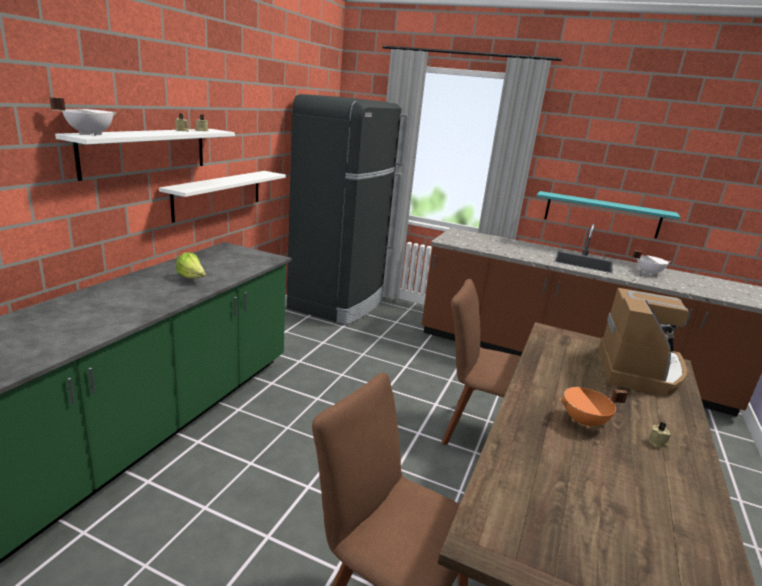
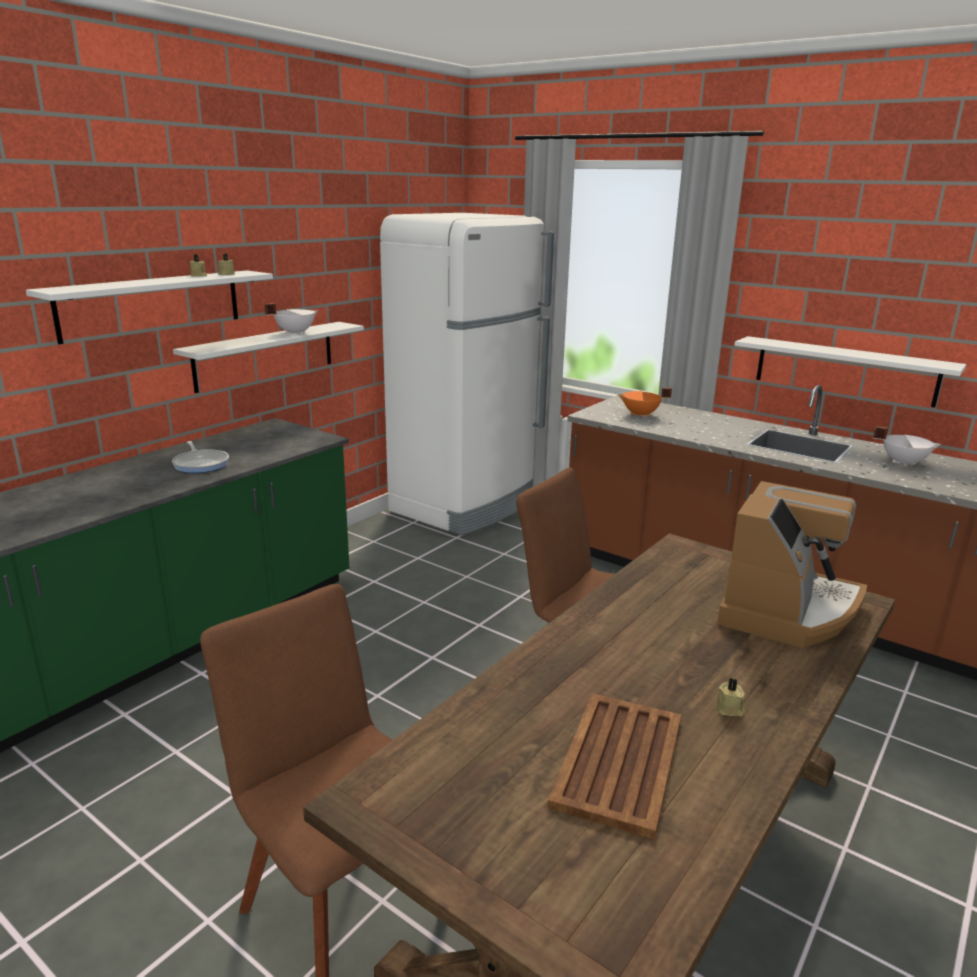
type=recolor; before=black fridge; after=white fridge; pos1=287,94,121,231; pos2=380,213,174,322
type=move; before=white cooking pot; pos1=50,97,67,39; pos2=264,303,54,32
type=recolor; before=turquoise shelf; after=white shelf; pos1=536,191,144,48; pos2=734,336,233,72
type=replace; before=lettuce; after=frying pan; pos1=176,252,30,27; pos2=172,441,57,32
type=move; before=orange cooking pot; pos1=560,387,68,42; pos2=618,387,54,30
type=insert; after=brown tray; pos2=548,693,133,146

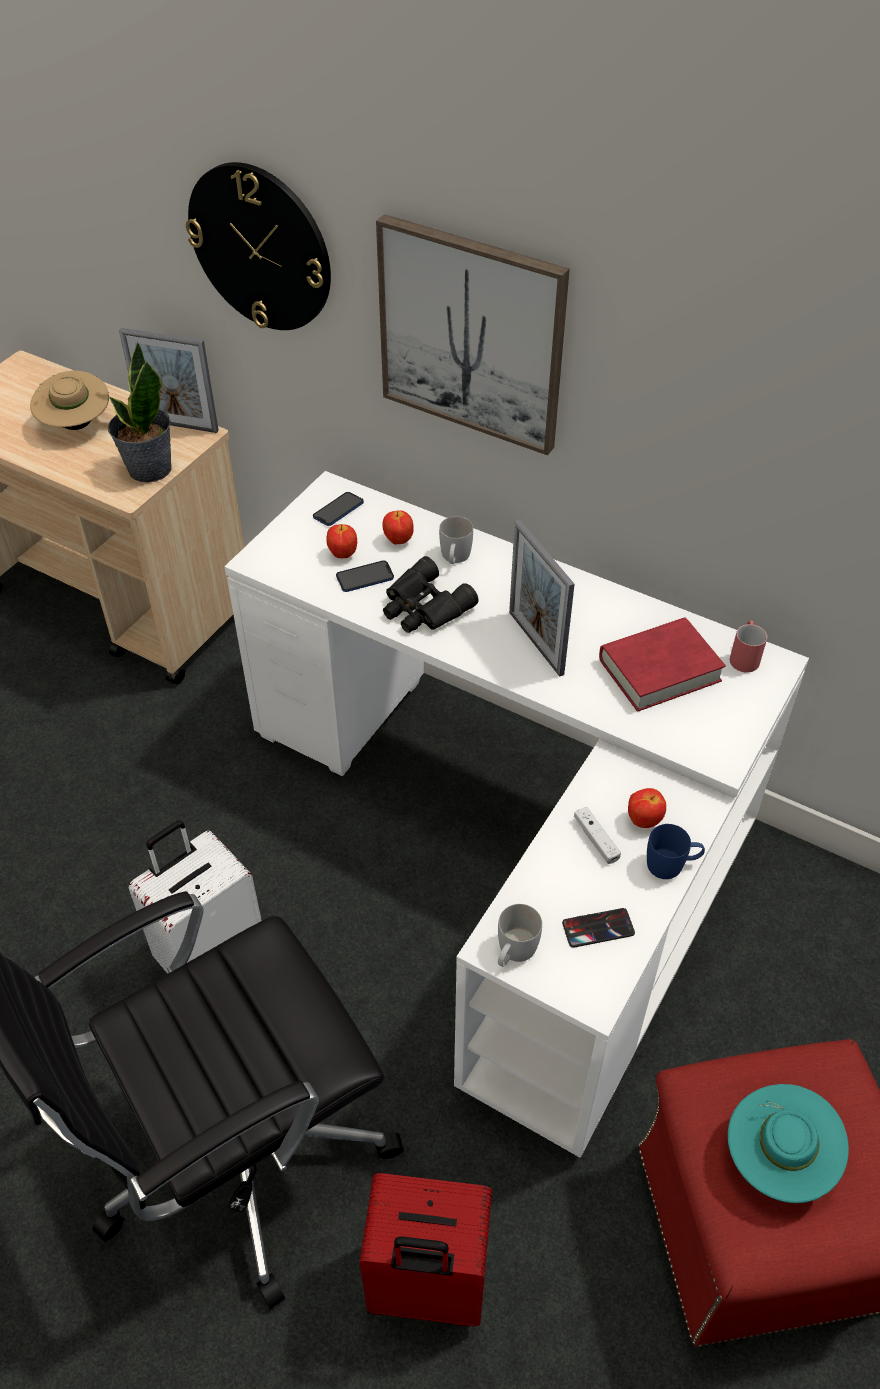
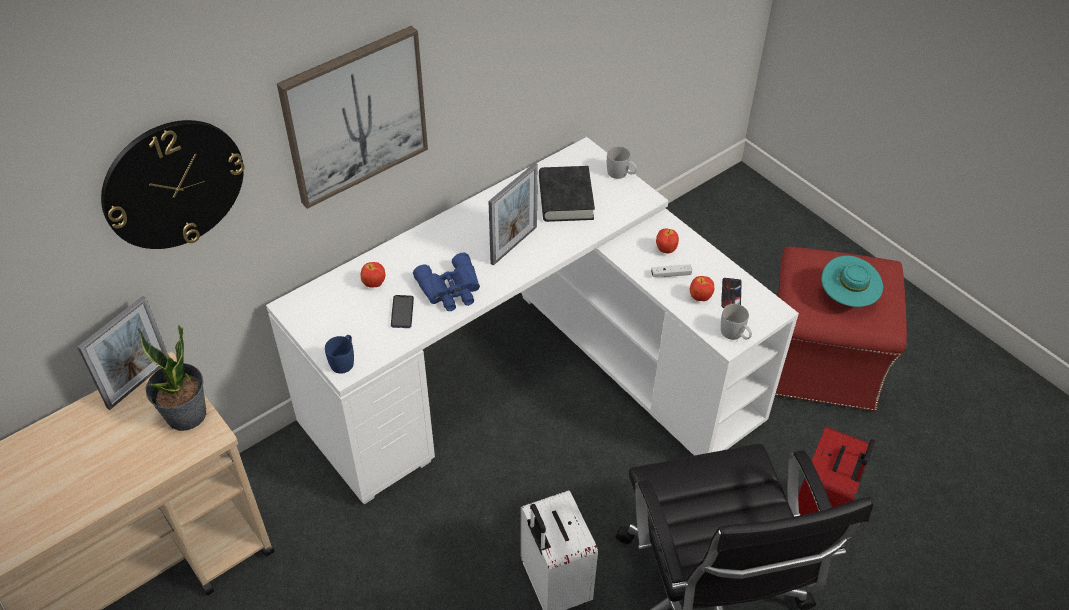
type=delete; before=beige hat; pos1=30,371,79,59
type=delete; before=phone; pos1=313,492,51,34
type=move; before=white mug; pos1=439,516,34,48; pos2=607,146,30,33
type=rotate; before=picture frame; pos1=509,520,66,157; pos2=489,163,49,103; turn=-45
type=move; before=apple; pos1=326,524,31,34; pos2=690,276,24,25
type=recolor; before=black binoculars; after=blue binoculars; pos1=383,556,96,77; pos2=413,253,67,58
type=recolor; before=red book; after=black book; pos1=599,618,127,94; pos2=539,166,56,56
type=delete; before=red mug; pos1=730,621,37,51
type=move; before=blue mug; pos1=647,824,58,55; pos2=325,335,29,39

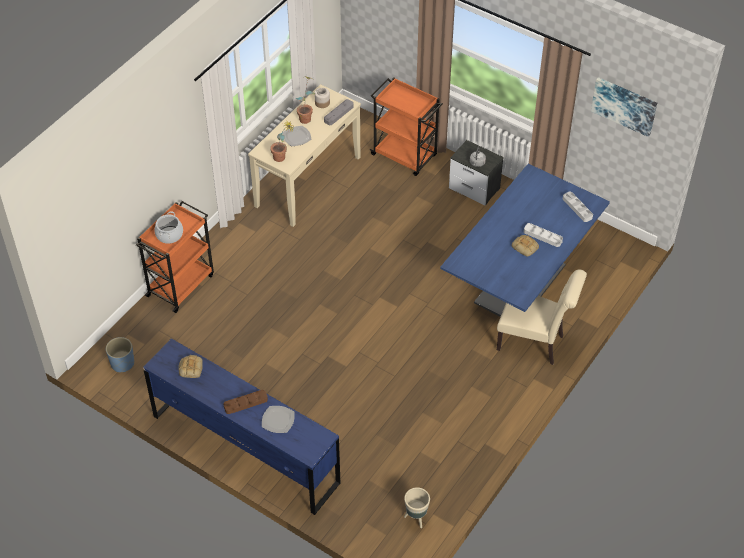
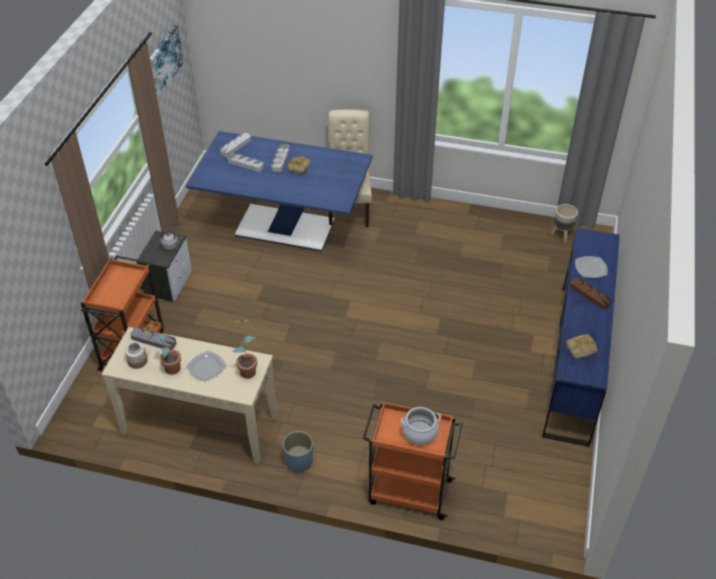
type=move; before=blue planter; pos1=106,337,28,36; pos2=282,431,31,42
type=insert; after=grey tray; pos2=227,153,37,19

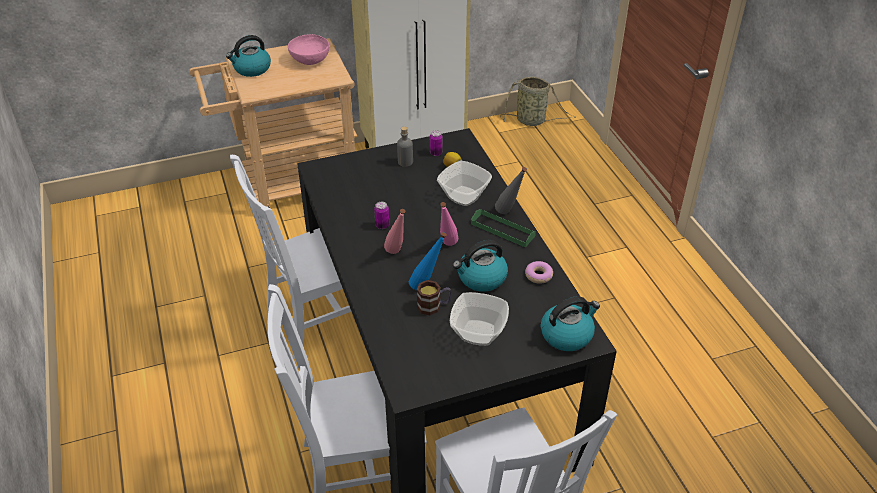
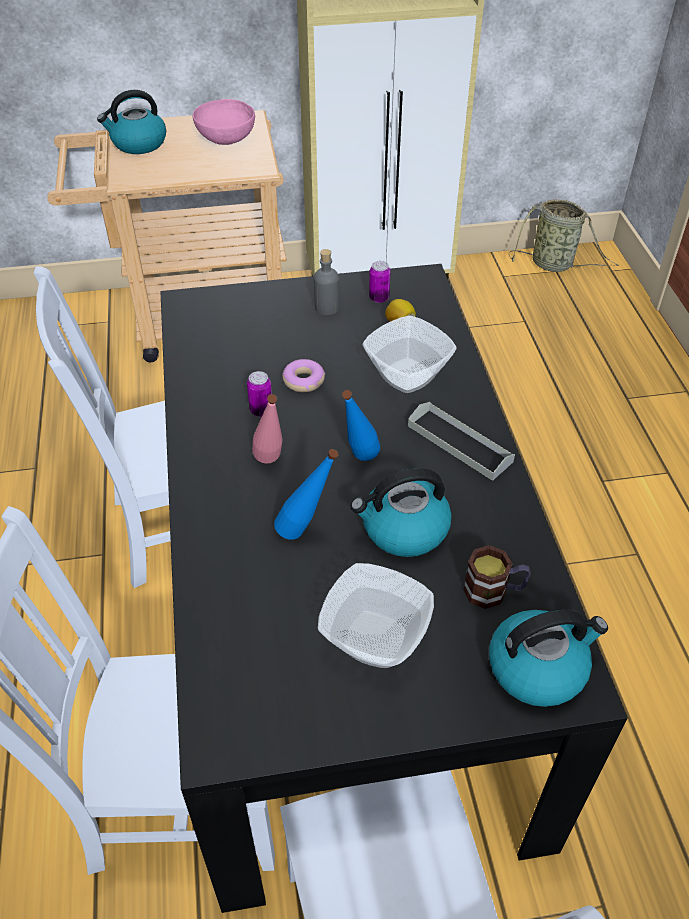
type=delete; before=grey bottle; pos1=495,167,32,47
type=recolor; before=pink bottle; after=blue bottle; pos1=440,202,18,44; pos2=342,390,38,71
type=recolor; before=green tray; after=grey tray; pos1=471,209,65,38; pos2=408,402,107,79
type=move; before=donut; pos1=525,261,28,23; pos2=282,359,43,33
type=move; before=mug; pos1=417,280,34,35; pos2=463,545,68,64

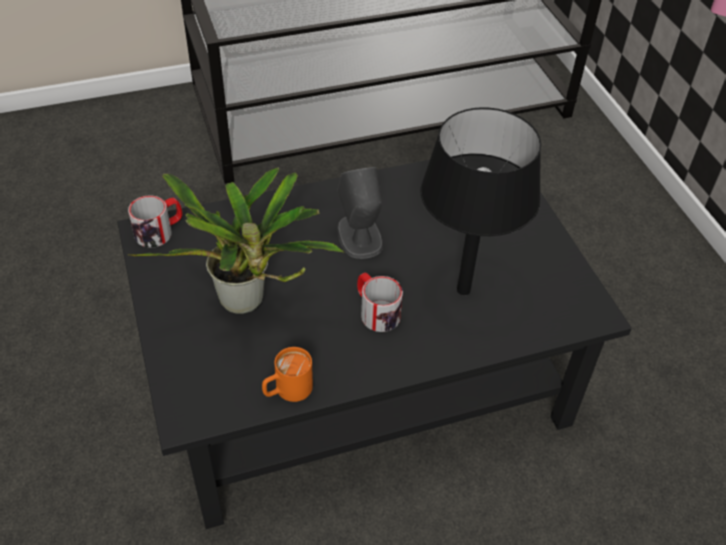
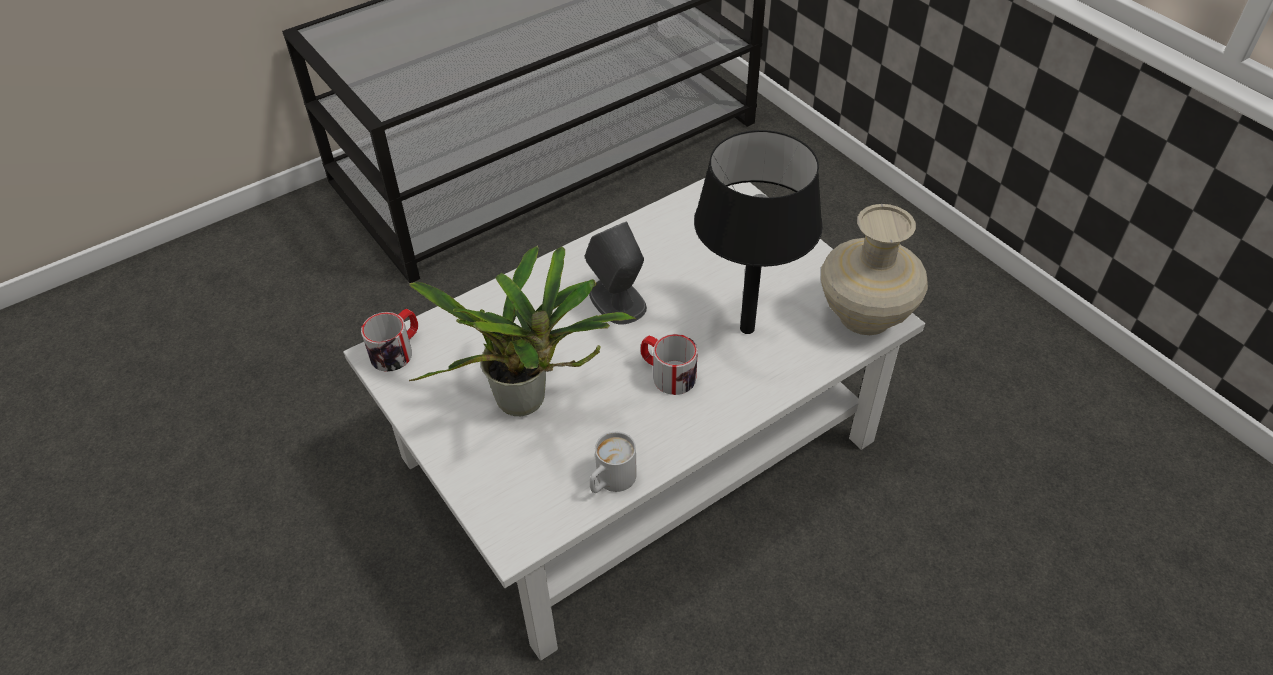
type=recolor; before=black coffee table; after=white coffee table; pos1=117,155,515,374; pos2=343,178,582,483
type=recolor; before=orange mug; after=white mug; pos1=262,347,51,55; pos2=590,432,47,61
type=insert; after=beige vase; pos2=821,204,107,131

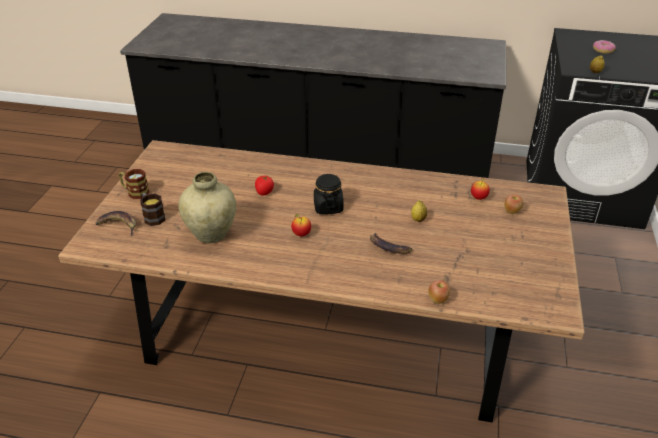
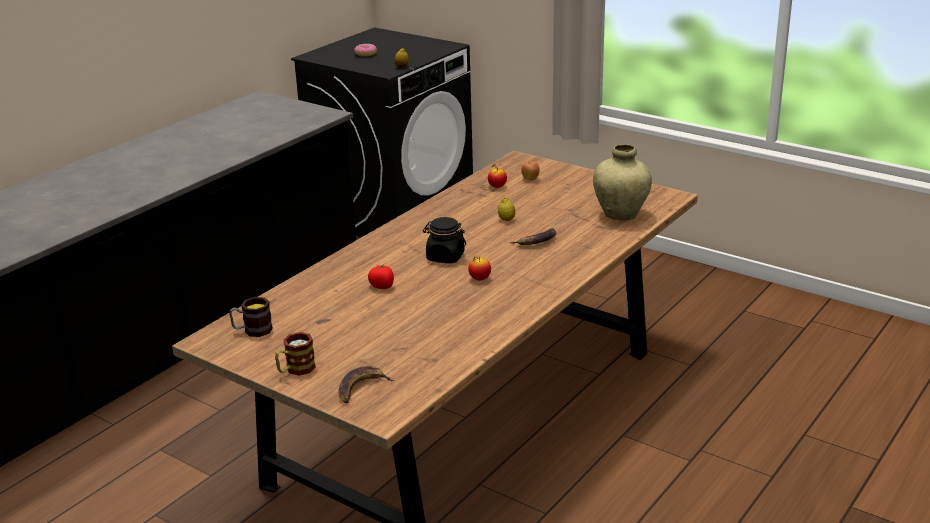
type=move; before=beige vase; pos1=179,172,57,72; pos2=593,144,59,77
type=move; before=mug; pos1=140,193,25,33; pos2=229,297,44,40
type=delete; before=apple; pos1=428,280,22,24

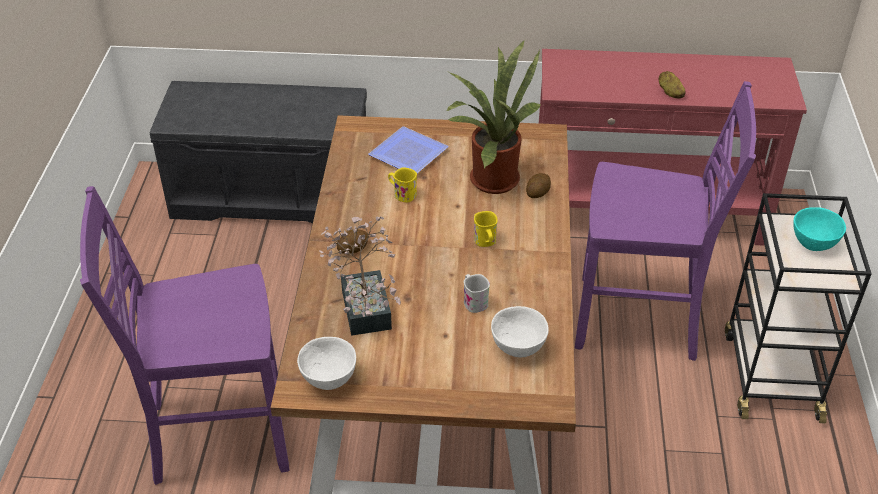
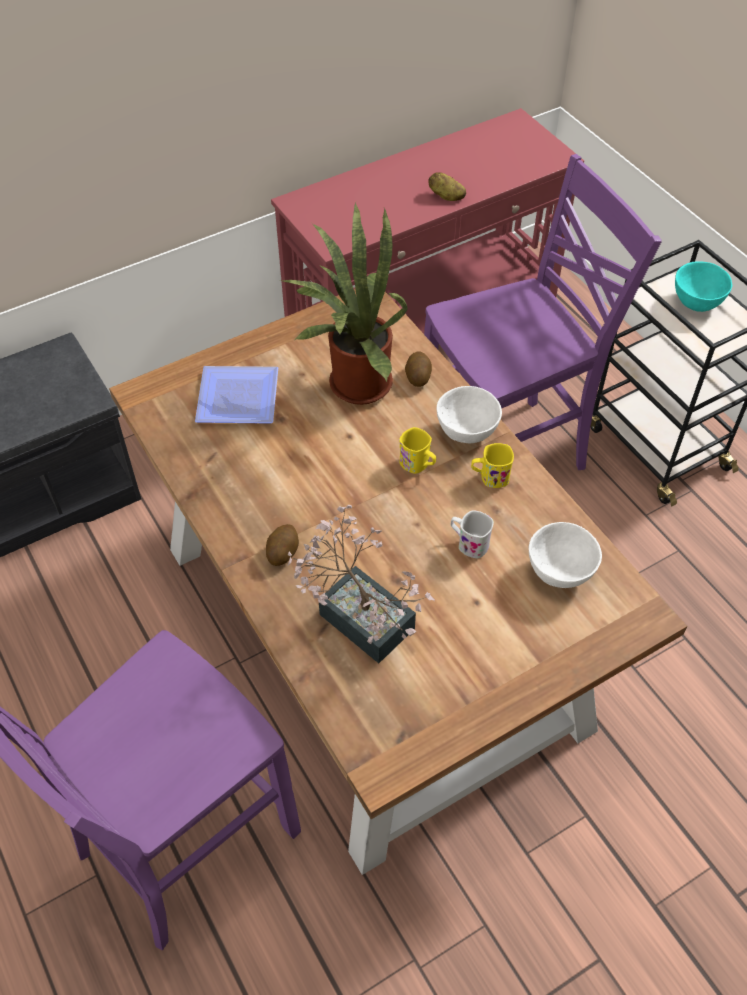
type=move; before=yellow mug; pos1=388,167,29,36; pos2=471,443,43,45
type=move; before=white bowl; pos1=297,337,59,53; pos2=437,386,65,57

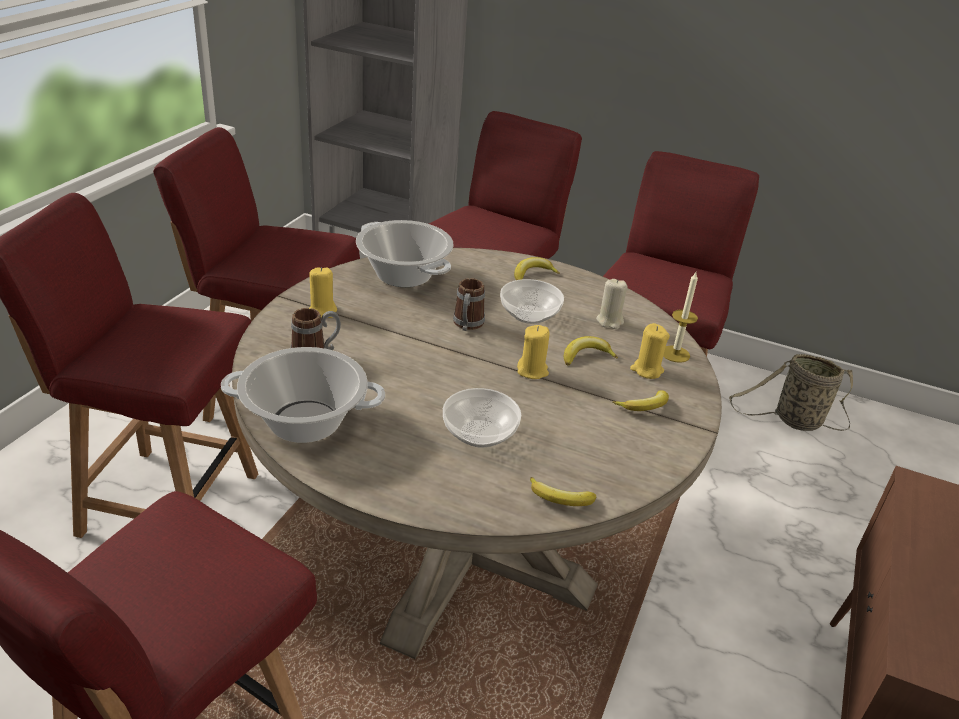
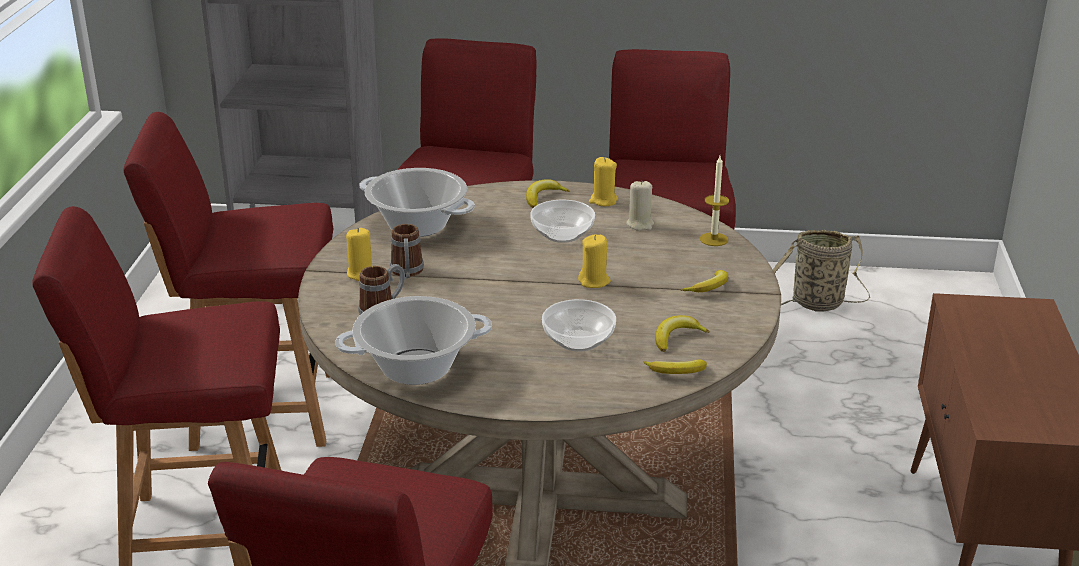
type=move; before=mug; pos1=453,278,32,53; pos2=390,224,34,54
type=move; before=yellow candle; pos1=630,323,40,56; pos2=589,157,29,49
type=move; before=banana; pos1=564,336,54,29; pos2=655,315,55,37

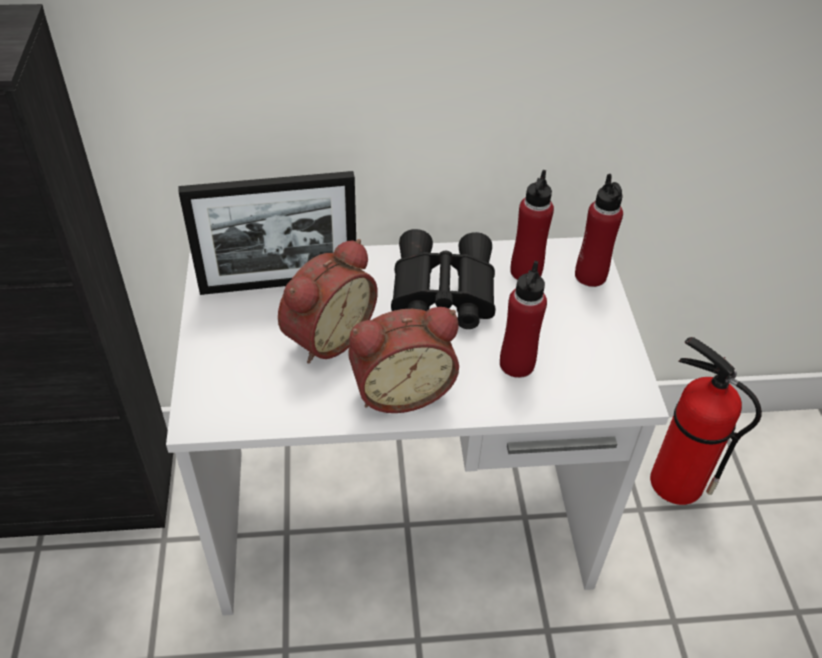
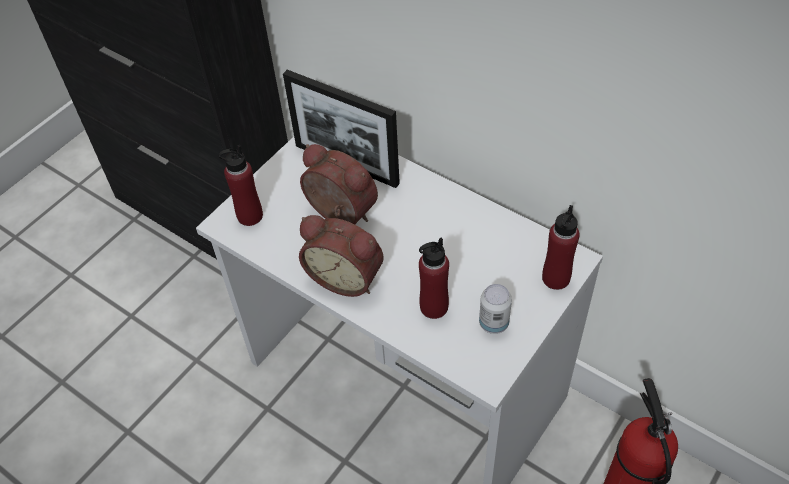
type=move; before=red bottle; pos1=510,170,44,110; pos2=218,145,45,81
type=delete; before=black binoculars; pos1=391,229,104,100
type=rotate; before=alarm clock; pos1=278,239,100,125; pos2=300,144,78,80; turn=-135
type=insert; after=can; pos2=479,284,33,50

